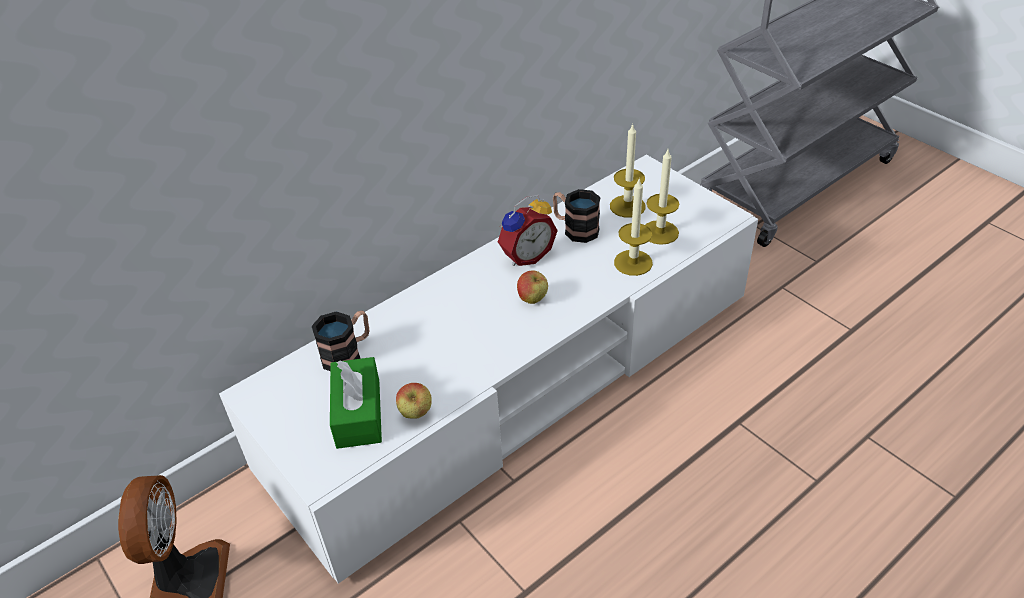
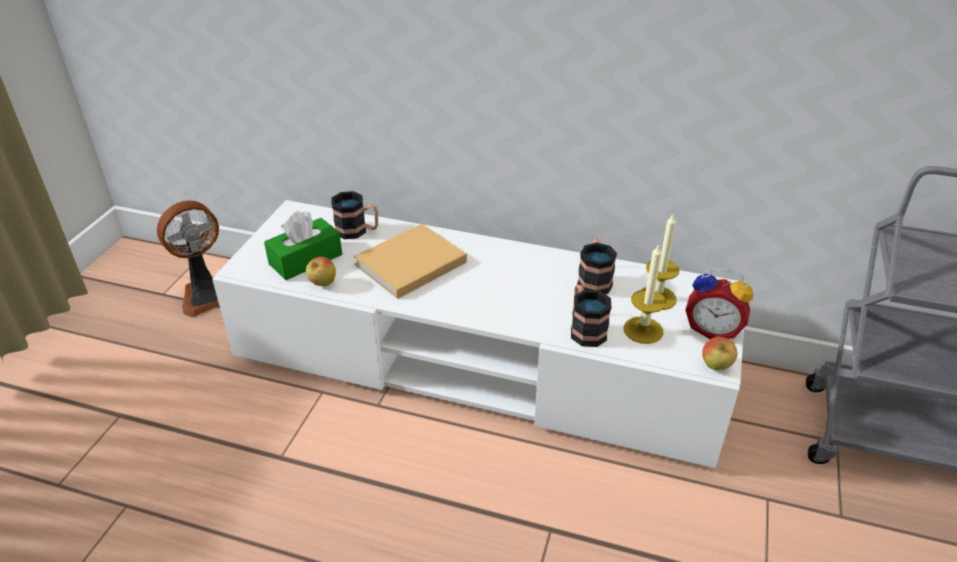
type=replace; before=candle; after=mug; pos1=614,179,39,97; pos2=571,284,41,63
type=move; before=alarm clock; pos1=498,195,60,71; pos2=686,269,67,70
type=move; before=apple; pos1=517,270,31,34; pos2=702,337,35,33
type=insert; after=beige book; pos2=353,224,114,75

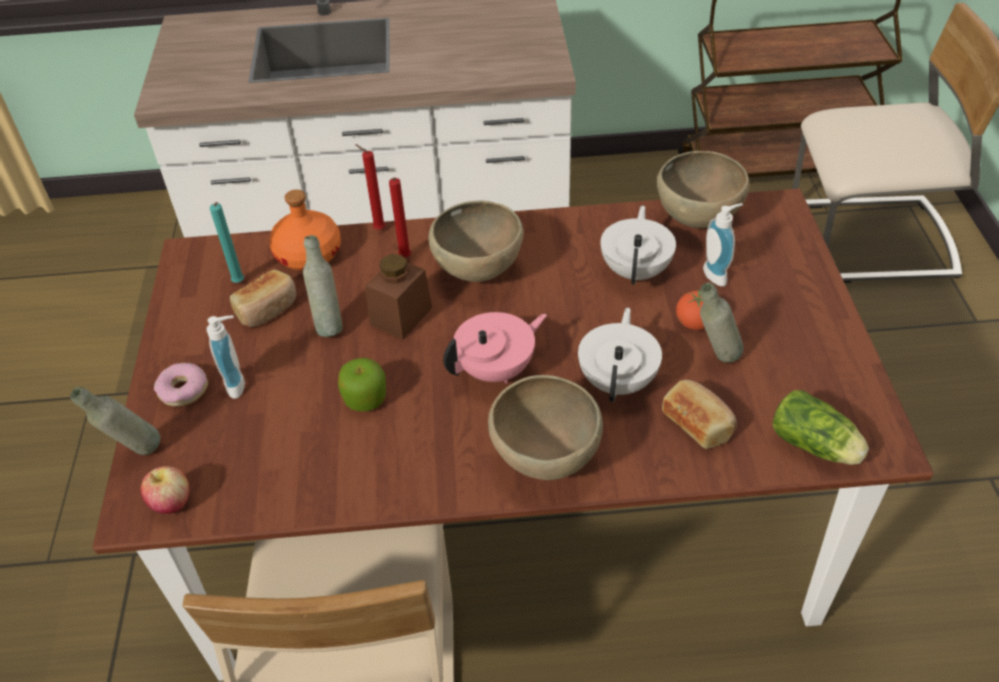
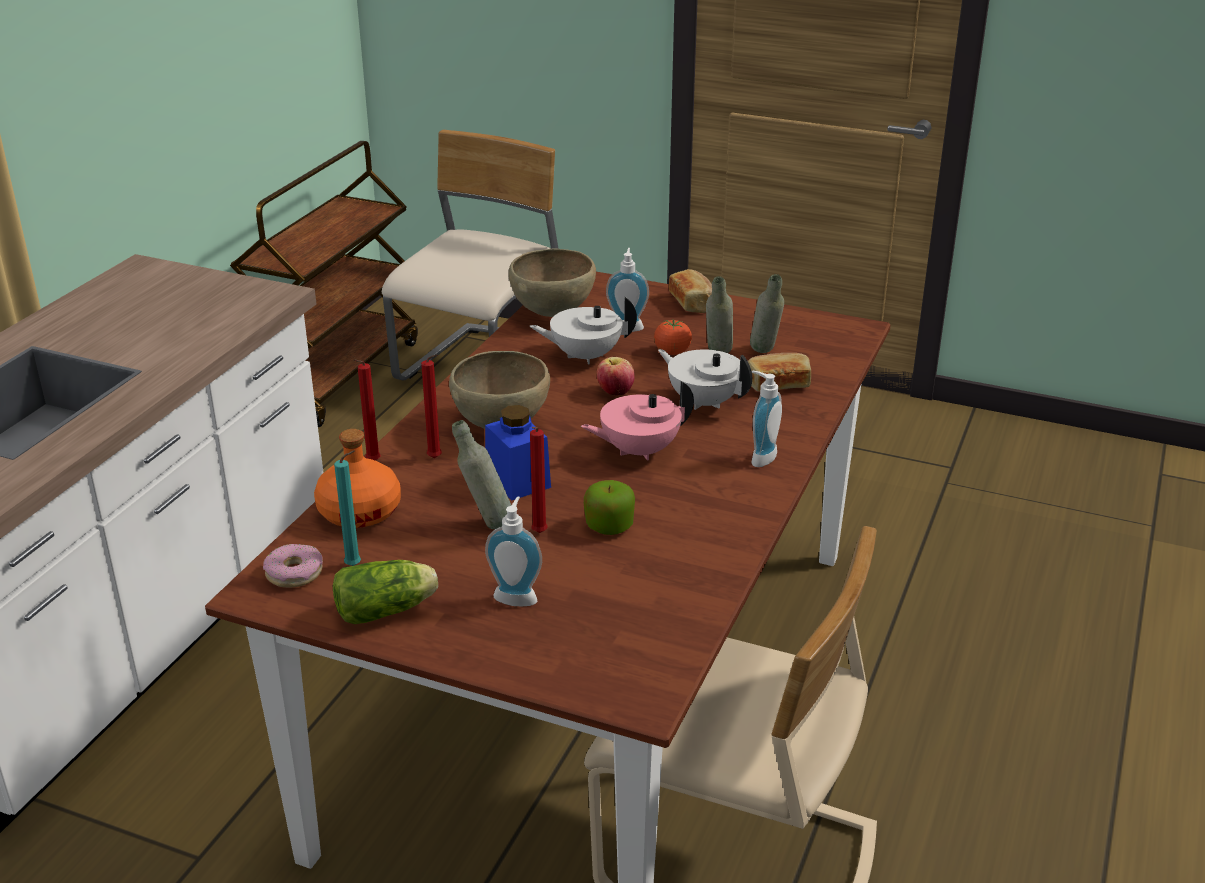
type=rotate; before=white teapot; pos1=601,206,75,79; pos2=529,296,108,69; turn=-45
type=recolor; before=brown jar; after=blue jar; pos1=365,254,67,85; pos2=485,405,66,96
type=move; before=bread; pos1=230,269,66,58; pos2=669,269,43,44
type=rotate; before=pink teapot; pos1=443,312,104,72; pos2=581,381,113,79; turn=-105
type=move; before=donut; pos1=154,363,54,44; pos2=263,544,60,44
type=replace; before=brown bowl; after=soap dispenser; pos1=488,375,115,105; pos2=752,371,30,96
type=move; before=grey bottle; pos1=70,387,90,68; pos2=750,274,34,79
type=move; before=lettuce; pos1=773,390,96,75; pos2=333,560,105,64
type=move; before=apple; pos1=141,466,48,48; pos2=597,357,38,38
type=insert; after=red candle; pos2=530,427,18,106

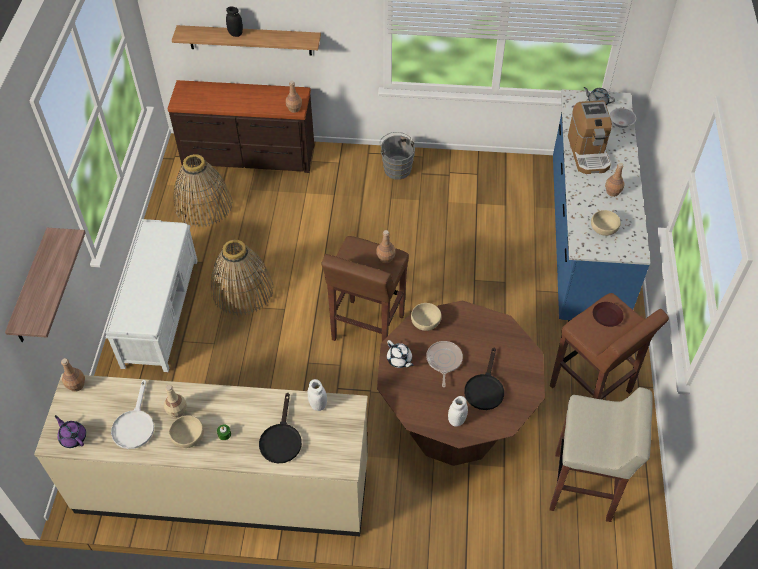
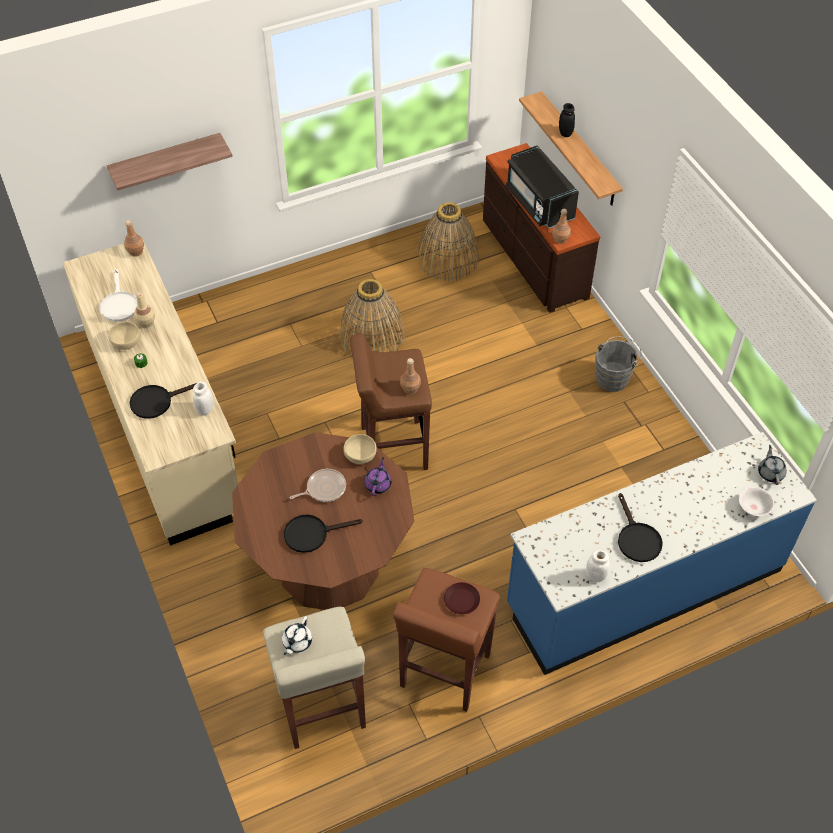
type=delete; before=coffee machine; pos1=568,100,44,74
type=replace; before=brown bottle; after=black frying pan; pos1=605,163,19,34; pos2=618,493,45,69
type=delete; before=beige bowl; pos1=591,210,30,26
type=delete; before=white bench; pos1=106,219,92,153
type=move; before=white teapot; pos1=387,340,27,28; pos2=282,616,30,39
type=rotate; before=white frying pan; pos1=111,379,43,70; pos2=100,269,38,53; turn=-75
type=move; before=white jar; pos1=448,396,20,31; pos2=586,550,23,32
type=move; before=purple teapot; pos1=55,415,31,33; pos2=364,457,28,39
type=insert; after=black microwave; pos2=506,145,73,83

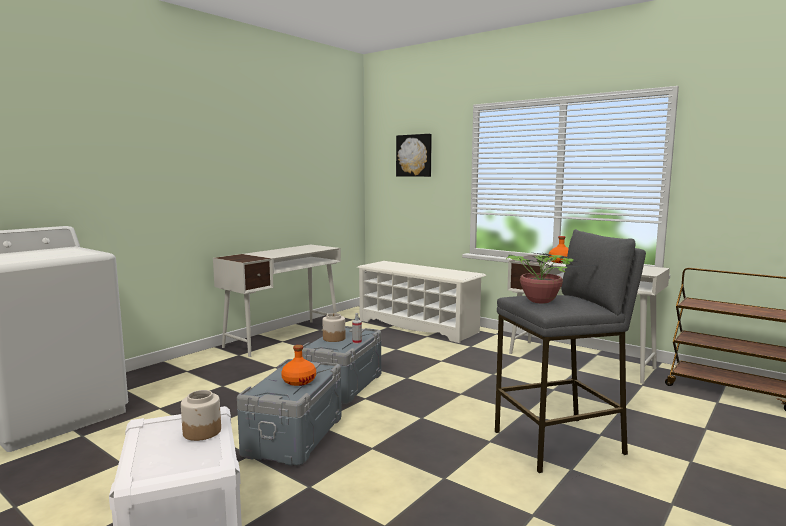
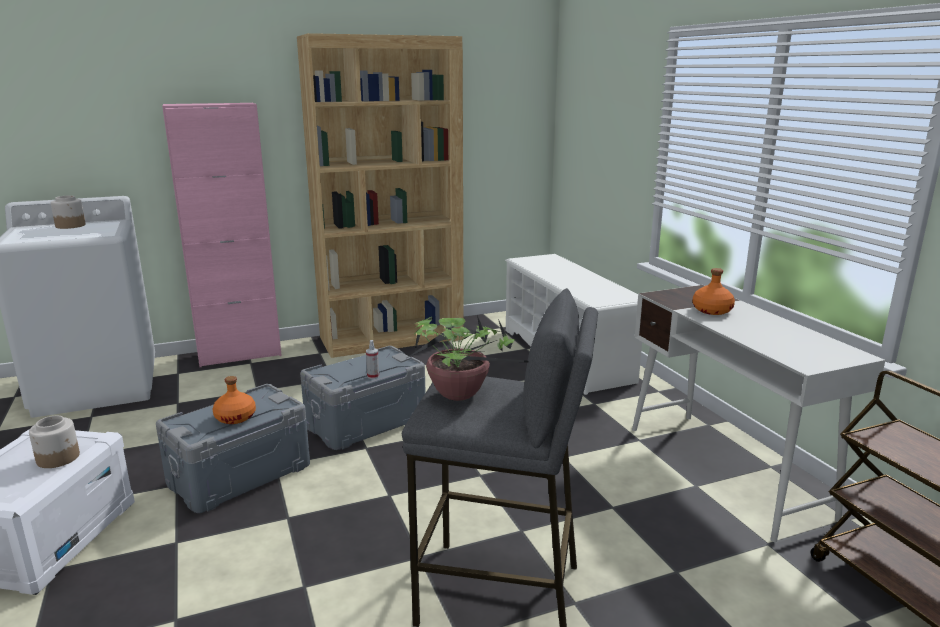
type=delete; before=picture; pos1=396,134,36,43
type=replace; before=white desk; after=brown bookcase; pos1=213,245,128,112; pos2=297,33,167,325
type=move; before=jar; pos1=323,313,22,29; pos2=51,195,35,34
type=insert; after=pink cabinet; pos2=162,103,120,264

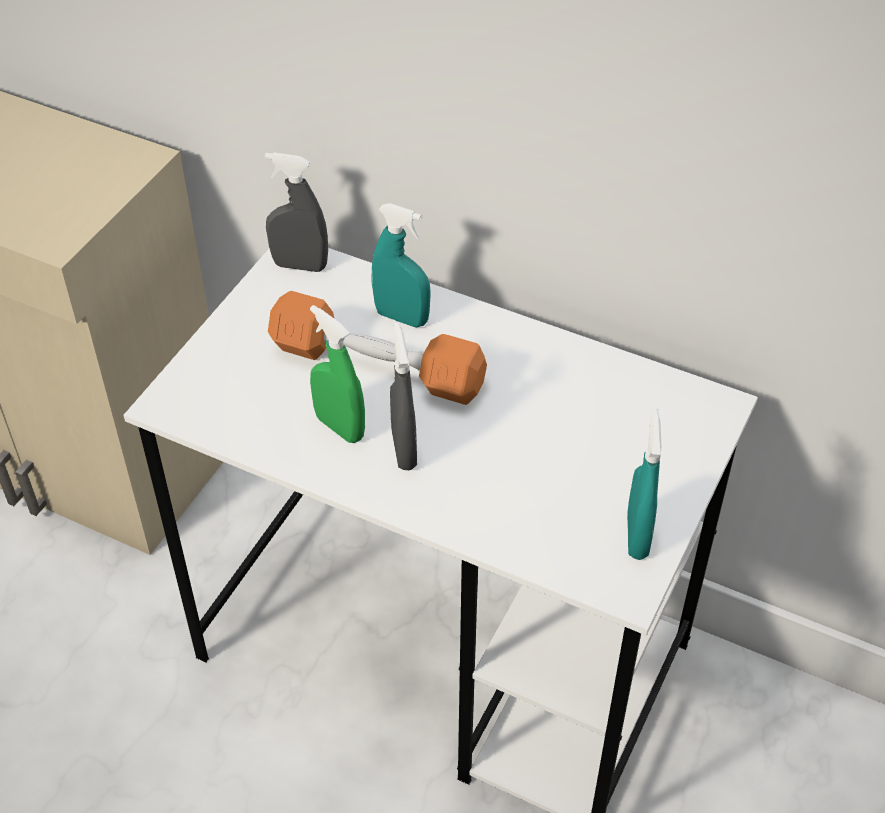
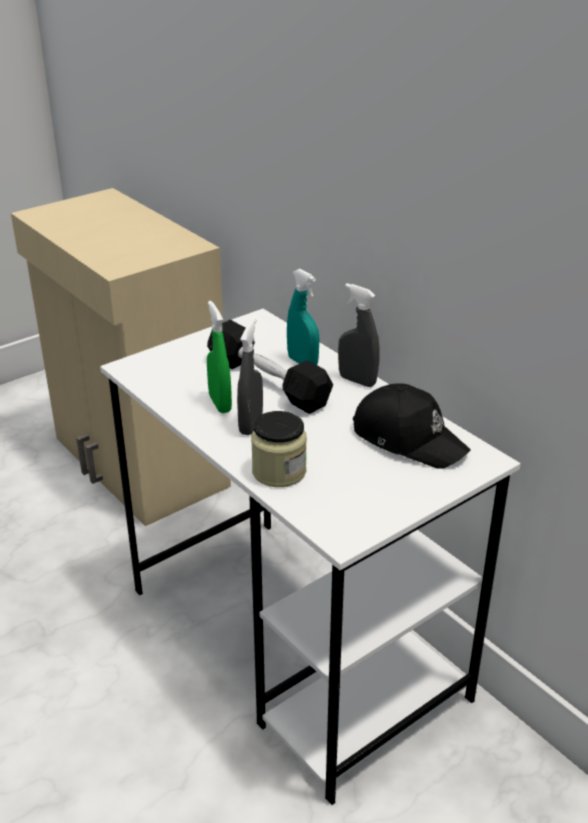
type=move; before=grey spray bottle; pos1=265,152,63,120; pos2=338,283,42,104
type=recolor; before=orange dumbbell; after=black dumbbell; pos1=268,291,219,114; pos2=207,320,126,94
type=delete; before=turquoise spray bottle; pos1=627,408,34,152
type=insert; after=black cap; pos2=353,383,118,86
type=insert; after=jar; pos2=251,411,56,76

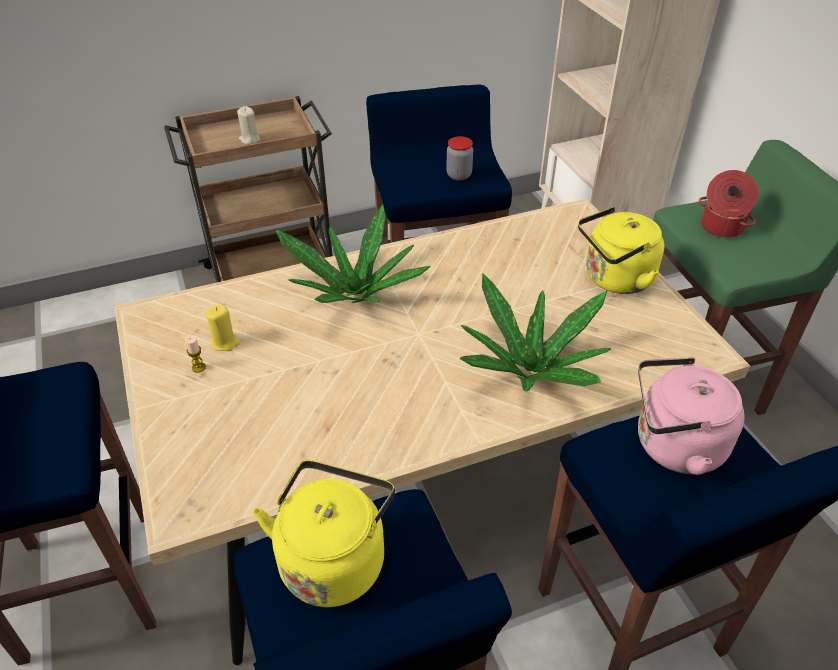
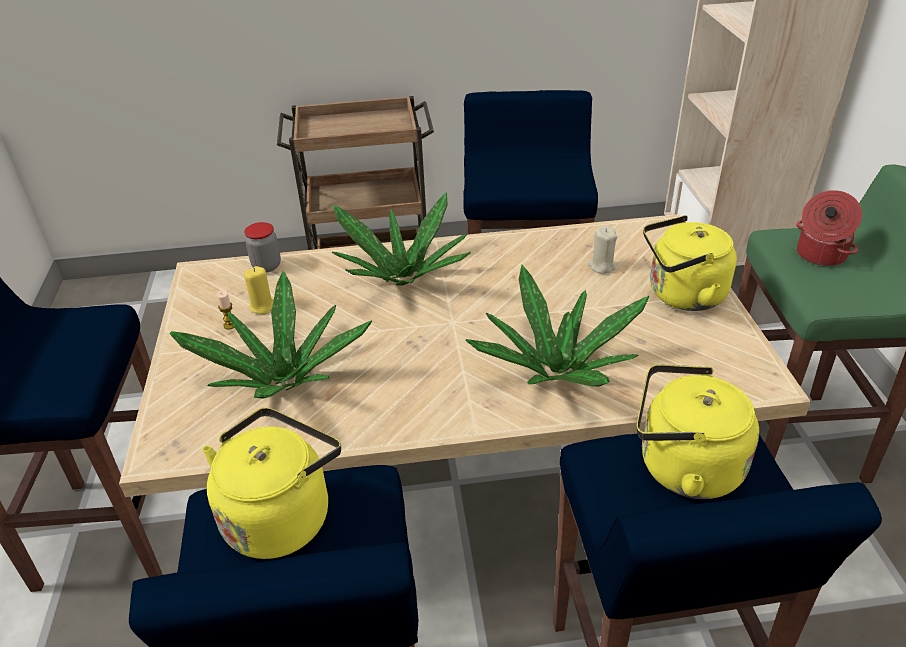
type=move; before=beige candle; pos1=237,106,24,38; pos2=587,226,30,48
type=move; before=jar; pos1=446,136,27,45; pos2=244,222,37,50
type=recolor; before=pink kettle; after=yellow kettle; pos1=638,357,107,118; pos2=637,364,122,135
type=insert; after=potted plant; pos2=169,271,203,127

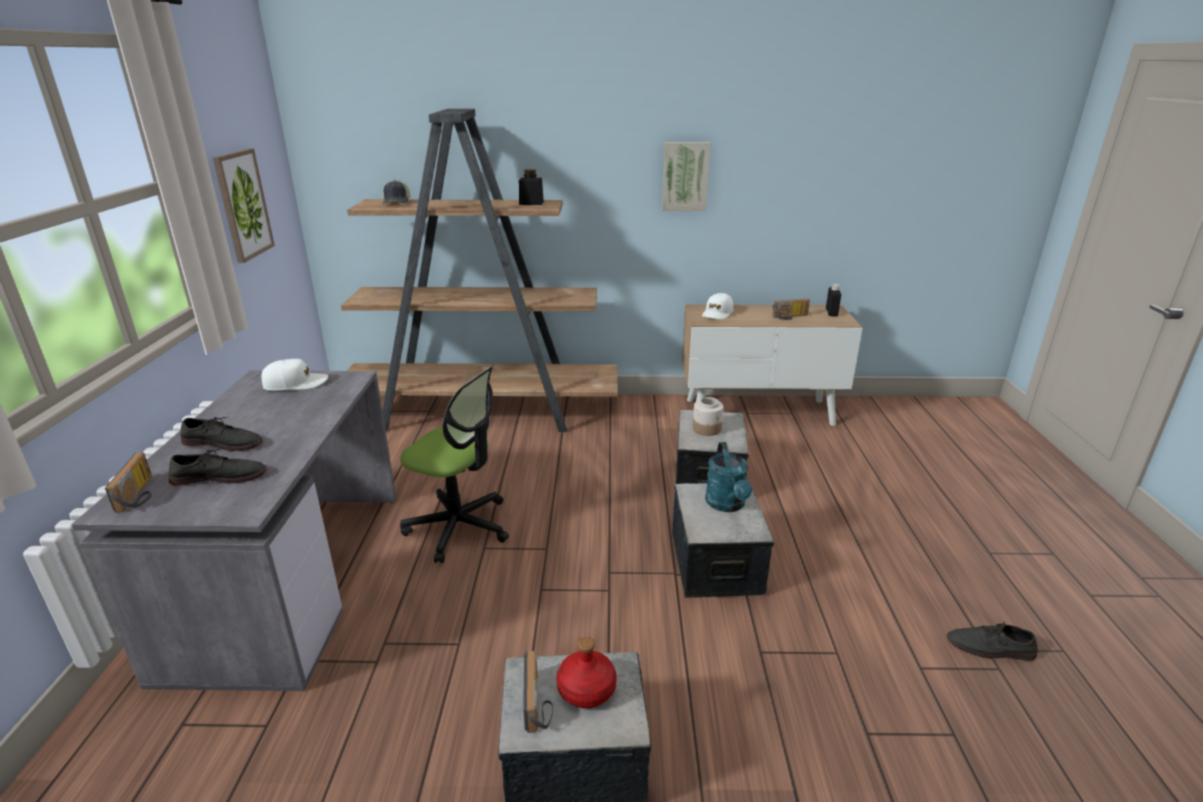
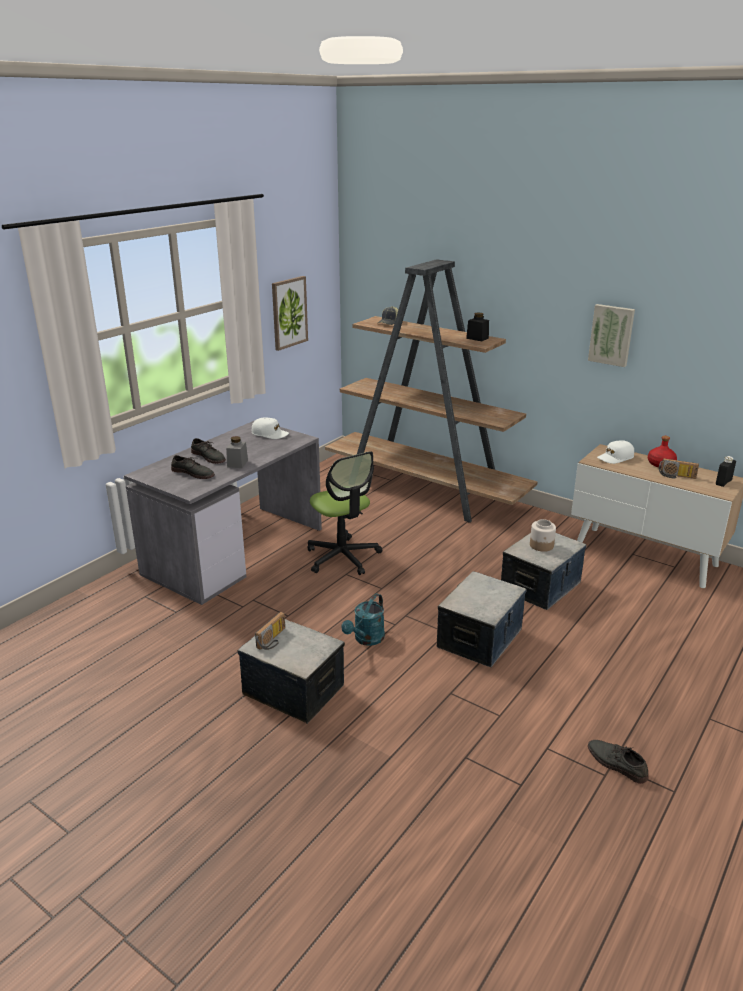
type=move; before=turquoise watering can; pos1=705,442,47,70; pos2=341,593,44,53
type=delete; before=radio; pos1=105,452,47,61
type=move; before=red bottle; pos1=556,637,61,71; pos2=648,436,29,31
type=insert; after=grey jar; pos2=226,436,22,32

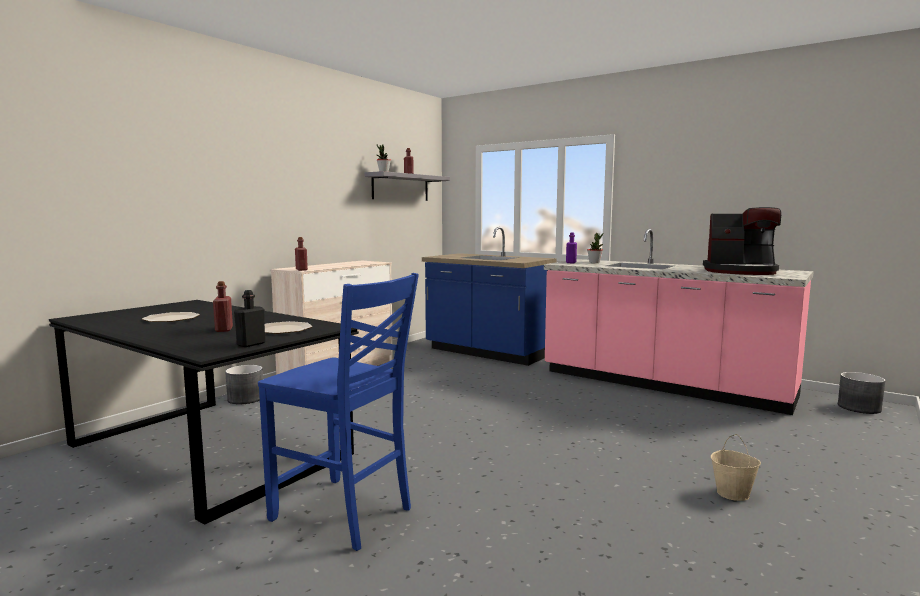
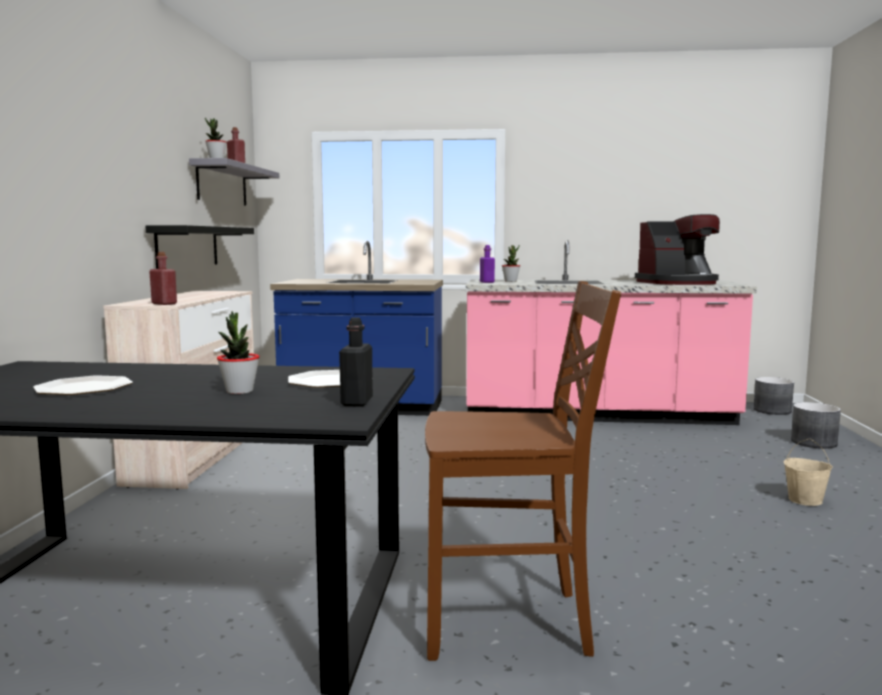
type=recolor; before=blue chair; after=brown chair; pos1=258,273,161,278; pos2=425,281,196,380
type=replace; before=red bottle; after=potted plant; pos1=213,281,20,51; pos2=217,311,43,83
type=move; before=grey planter; pos1=225,365,38,39; pos2=791,402,50,47
type=insert; after=black shelf; pos2=145,225,109,44

